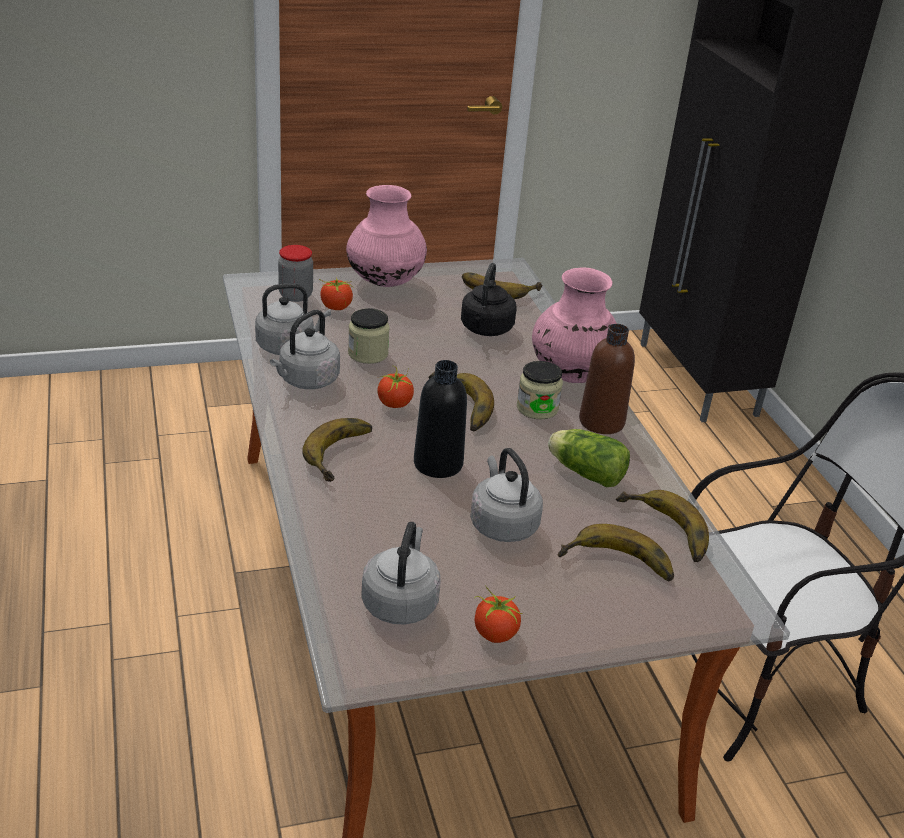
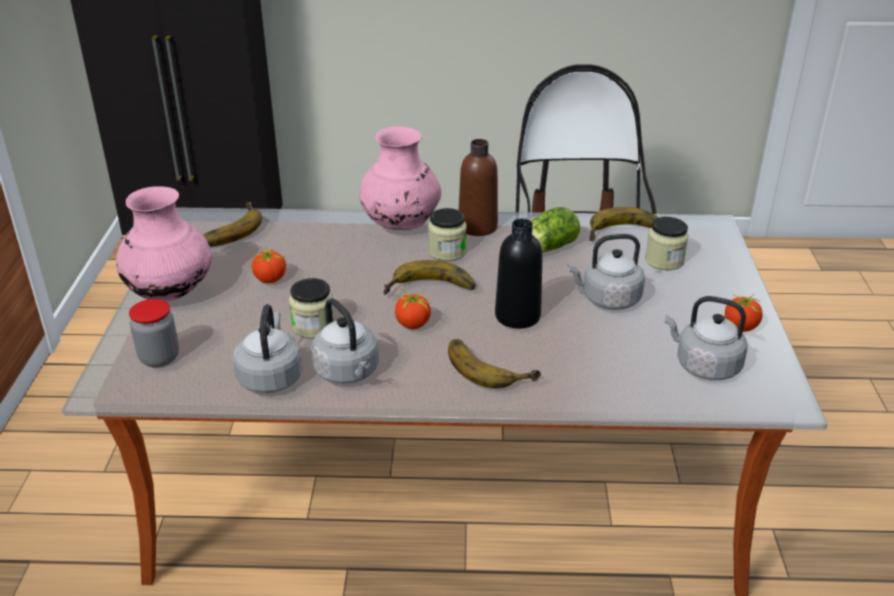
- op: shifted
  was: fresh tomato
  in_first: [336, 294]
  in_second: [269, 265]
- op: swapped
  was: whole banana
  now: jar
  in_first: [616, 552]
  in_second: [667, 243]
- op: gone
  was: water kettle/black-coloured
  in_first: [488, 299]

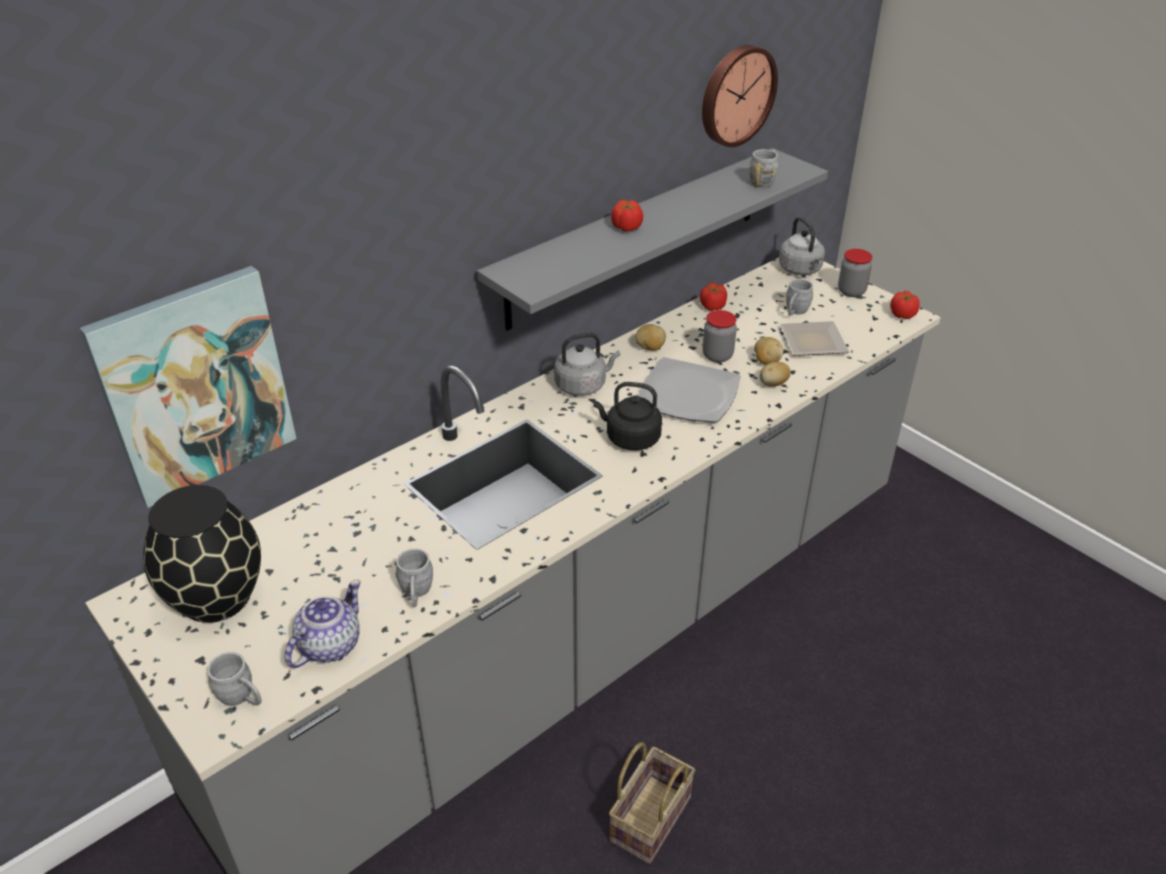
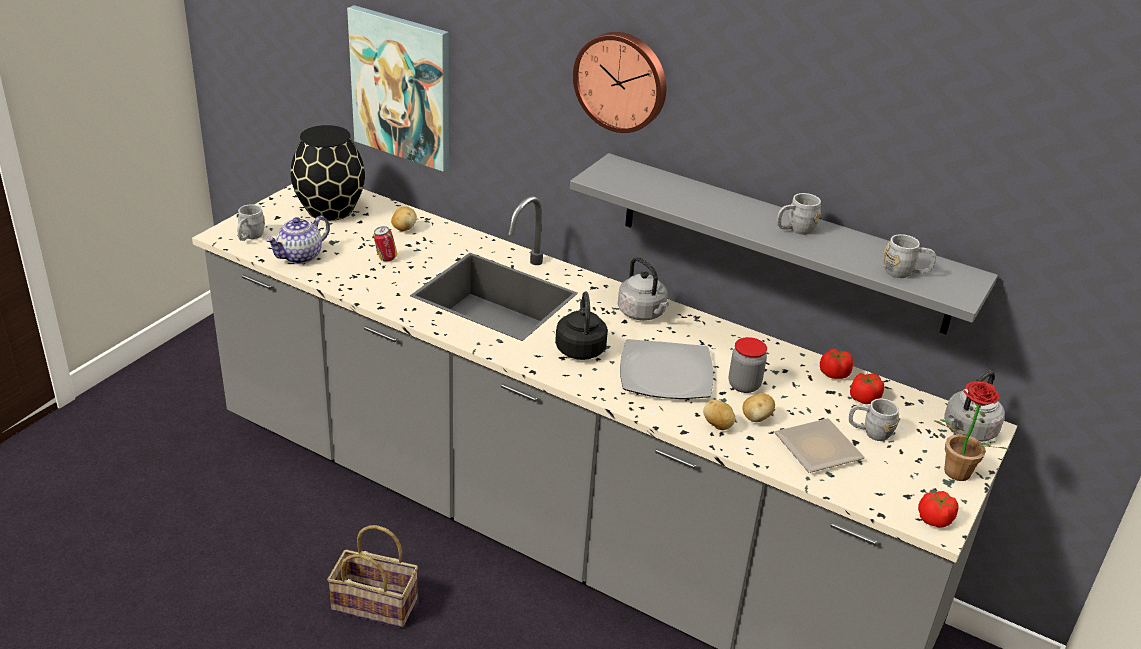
- op: rotated
  was: pot for tea
  in_first: [323, 624]
  in_second: [297, 240]
  clockwise: 120
- op: new
  now: sealed can
  in_second: [385, 244]
- op: shifted
  was: spud
  in_first: [650, 337]
  in_second: [404, 218]
- op: shifted
  was: clock on the wall
  in_first: [740, 96]
  in_second: [620, 82]
- op: shifted
  was: tea mug/gray
  in_first: [414, 577]
  in_second: [799, 214]
- op: shifted
  was: fresh tomato
  in_first: [627, 216]
  in_second: [867, 388]
- op: swapped
  was: jar
  now: plant in a pot
  in_first: [855, 273]
  in_second: [972, 431]

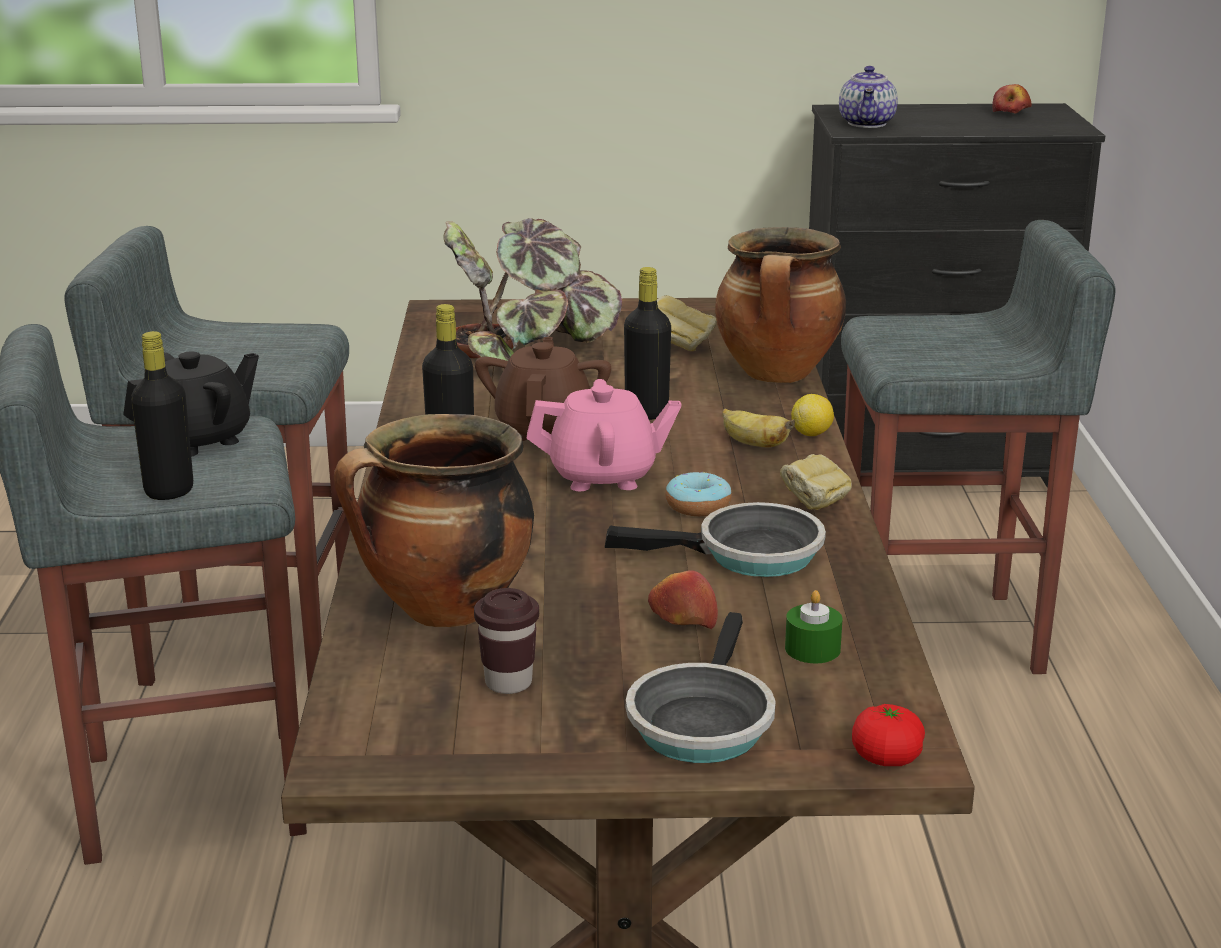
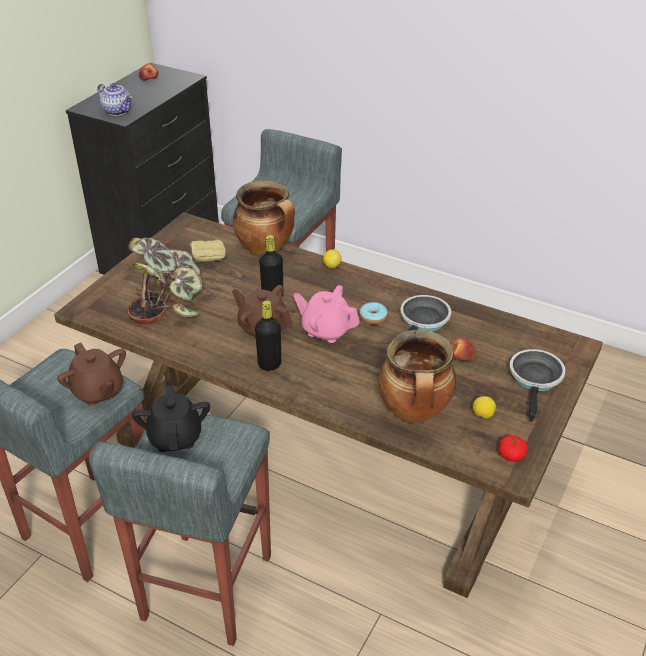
- op: new
  now: pot for tea/brown
  in_second: [91, 374]
- op: rotated
  was: pot for tea/pink-coloured
  in_first: [604, 435]
  in_second: [326, 314]
  clockwise: -90
- op: swapped
  was: small cup/brown
  now: lemon
  in_first: [506, 641]
  in_second: [484, 407]
- op: shifted
  was: fresh tomato
  in_first: [888, 735]
  in_second: [513, 448]
- op: rotated
  was: pan
  in_first: [701, 687]
  in_second: [537, 385]
  clockwise: -120
- op: gone
  was: bottle/black-coloured
  in_first: [162, 415]
- op: gone
  was: whole banana
  in_first: [758, 428]
- op: gone
  was: bread
  in_first: [816, 482]
- op: gone
  was: candle/green-coloured
  in_first: [813, 626]

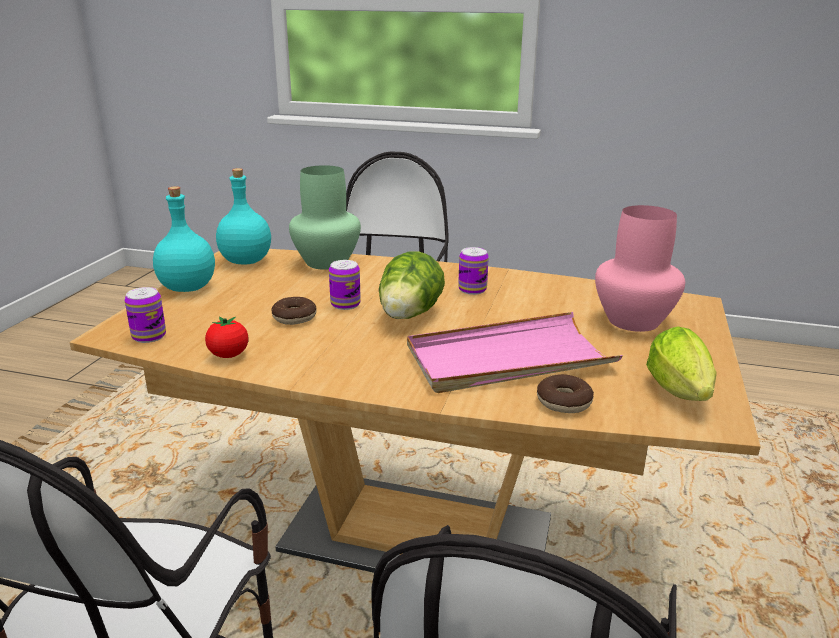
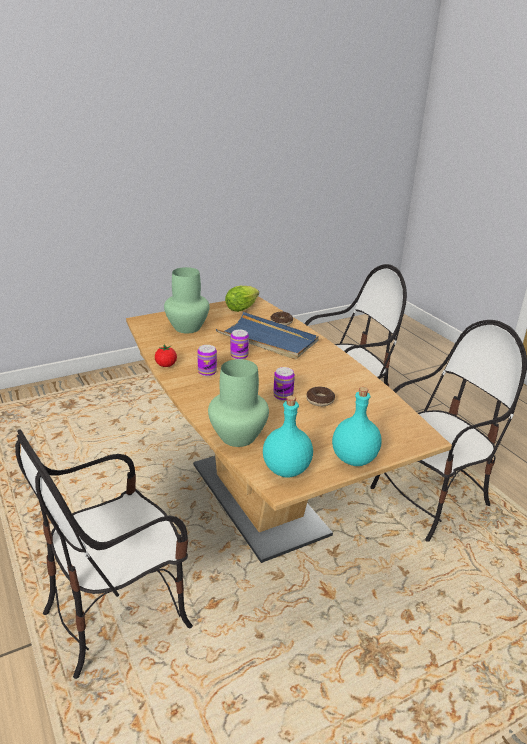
- op: shifted
  was: fresh tomato
  in_first: [227, 337]
  in_second: [166, 356]
- op: repainted
  was: flower vase/pink-coloured
  now: flower vase/green-coloured
  in_first: [640, 268]
  in_second: [186, 300]
- op: repainted
  was: carrying tray/pink-coloured
  now: carrying tray/blue-coloured
  in_first: [515, 352]
  in_second: [267, 336]
- op: shifted
  was: sealed can
  in_first: [145, 315]
  in_second: [239, 344]
- op: gone
  was: lettuce head
  in_first: [412, 285]

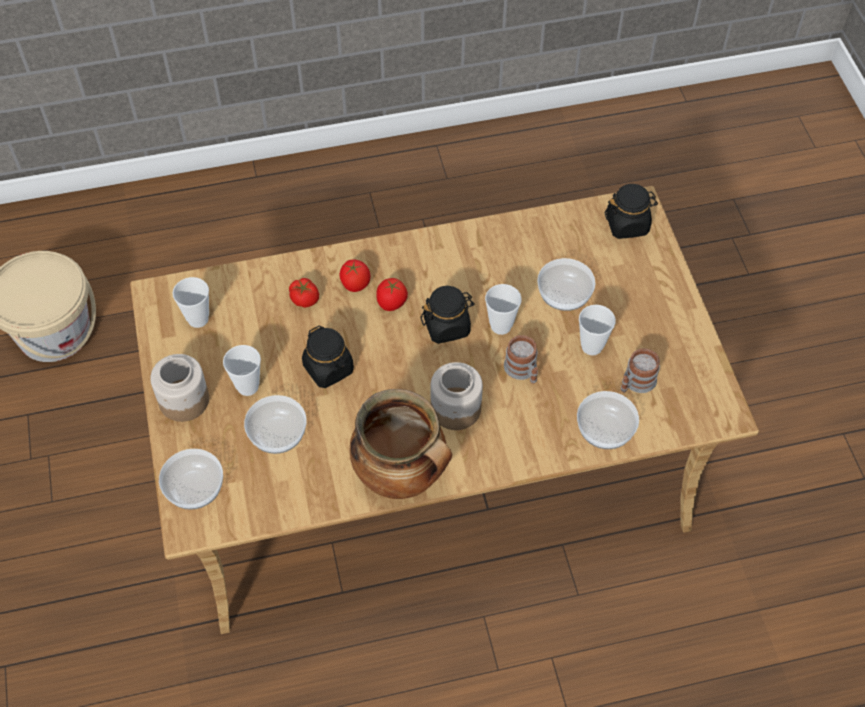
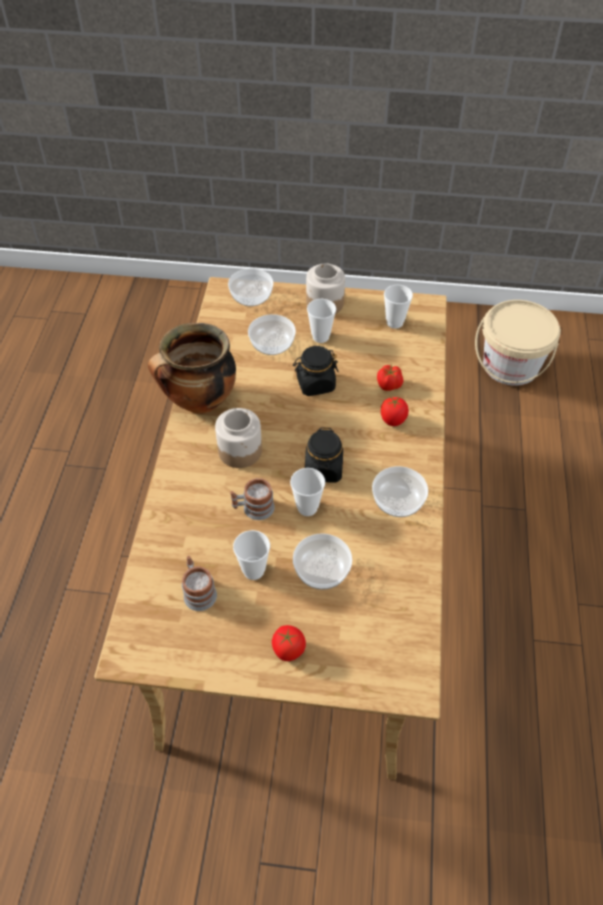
- op: shifted
  was: fresh tomato
  in_first: [392, 294]
  in_second: [289, 643]
- op: shifted
  was: deep dish
  in_first: [608, 420]
  in_second: [400, 491]
- op: gone
  was: jar/black-coloured
  in_first: [631, 211]

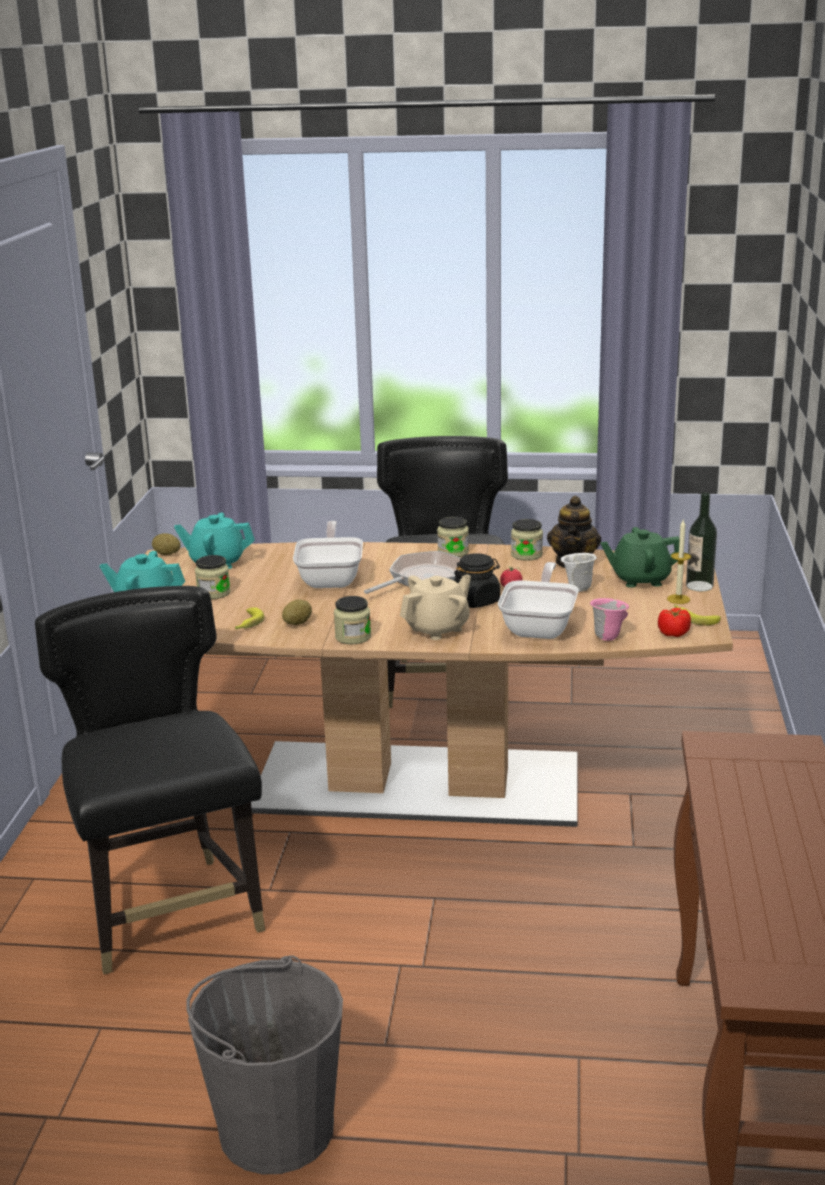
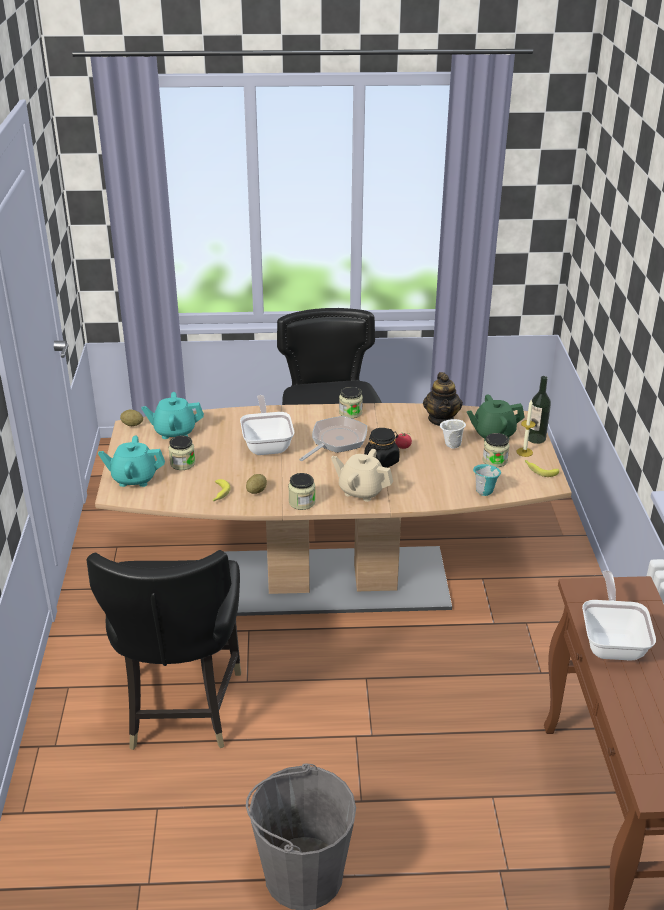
- op: rotated
  was: upright chair/black-coloured
  in_first: [150, 780]
  in_second: [163, 650]
  clockwise: -150
- op: rotated
  was: pot for tea/beige-coloured
  in_first: [435, 607]
  in_second: [362, 475]
  clockwise: -105
- op: repainted
  was: tea mug/pink-coloured
  now: tea mug/turquoise-coloured
  in_first: [609, 619]
  in_second: [487, 480]
- op: shifted
  was: jar
  in_first: [527, 540]
  in_second: [496, 450]
- op: shifted
  was: pan
  in_first: [538, 600]
  in_second: [619, 615]
- op: gone
  was: fresh tomato
  in_first: [674, 622]

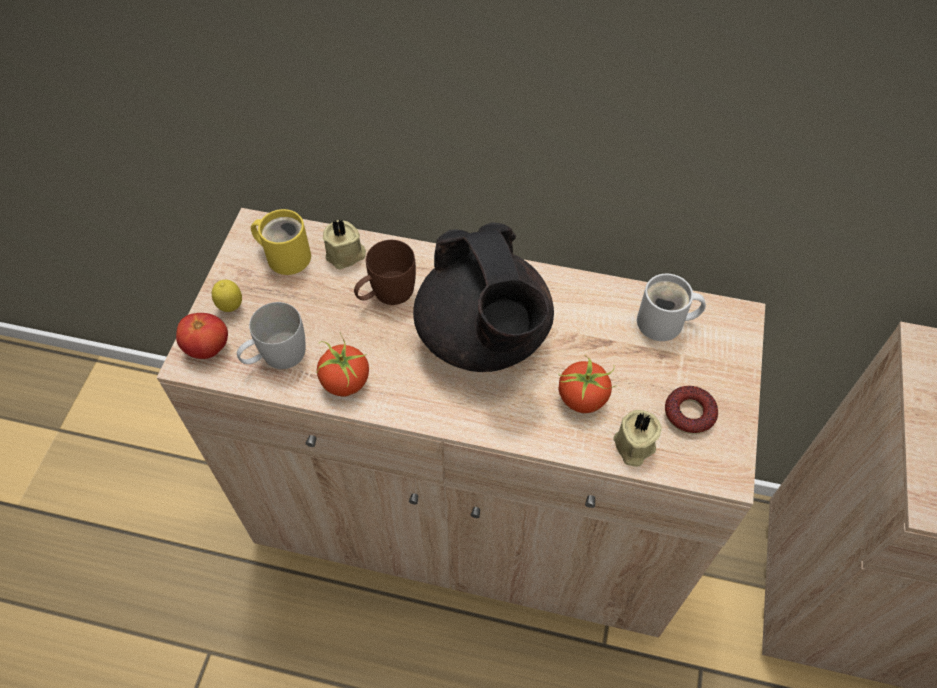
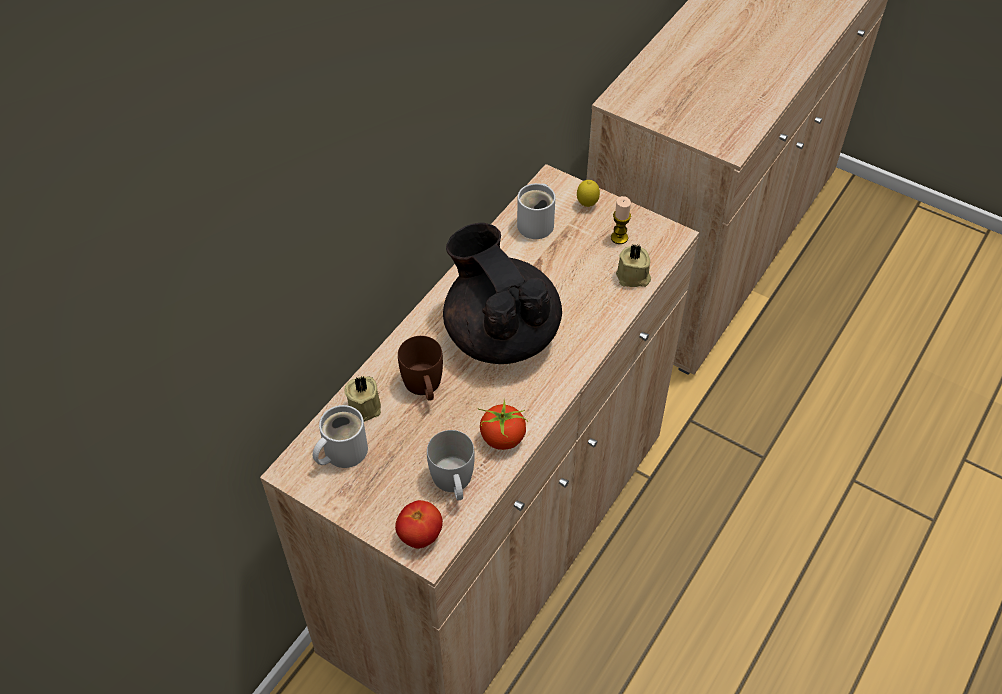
- op: repainted
  was: tea mug/yellowish
  now: tea mug/white-coloured
  in_first: [281, 242]
  in_second: [340, 436]
- op: rotated
  was: pot for tea/black-coloured
  in_first: [483, 297]
  in_second: [502, 293]
  clockwise: -120
- op: shifted
  was: lemon
  in_first: [227, 296]
  in_second: [588, 193]
- op: swapped
  was: doughnut
  now: candle
  in_first: [691, 410]
  in_second: [621, 220]
- op: gone
  was: fresh tomato
  in_first: [587, 383]

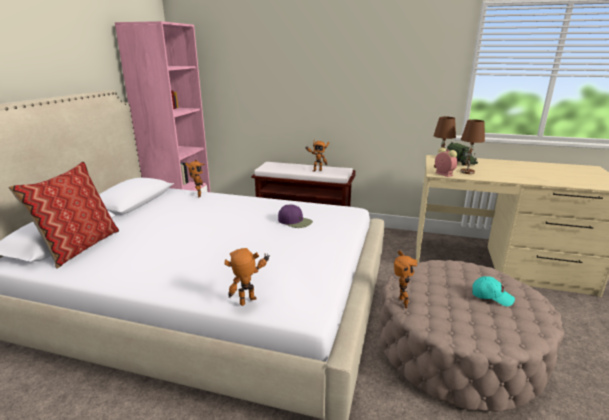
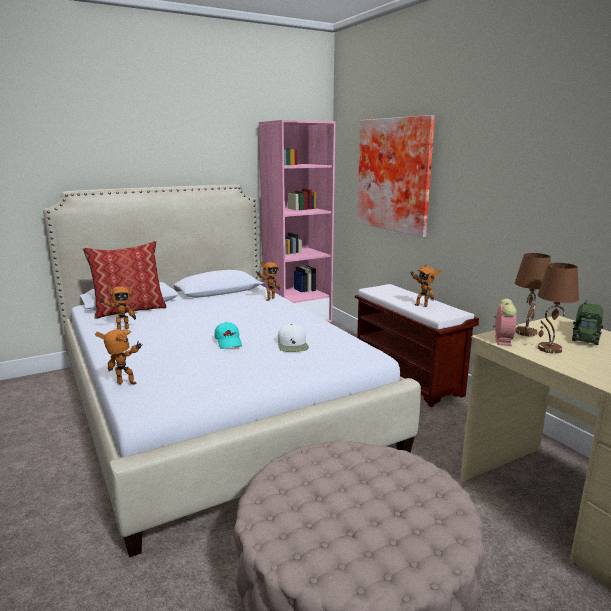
- op: shifted
  was: robot figure
  in_first: [405, 279]
  in_second: [117, 307]
- op: shifted
  was: cap/turquoise-coloured
  in_first: [493, 291]
  in_second: [228, 335]
- op: repainted
  was: cap/purplish
  now: cap/white-coloured
  in_first: [295, 216]
  in_second: [293, 338]
- op: new
  now: wall art
  in_second: [396, 176]

